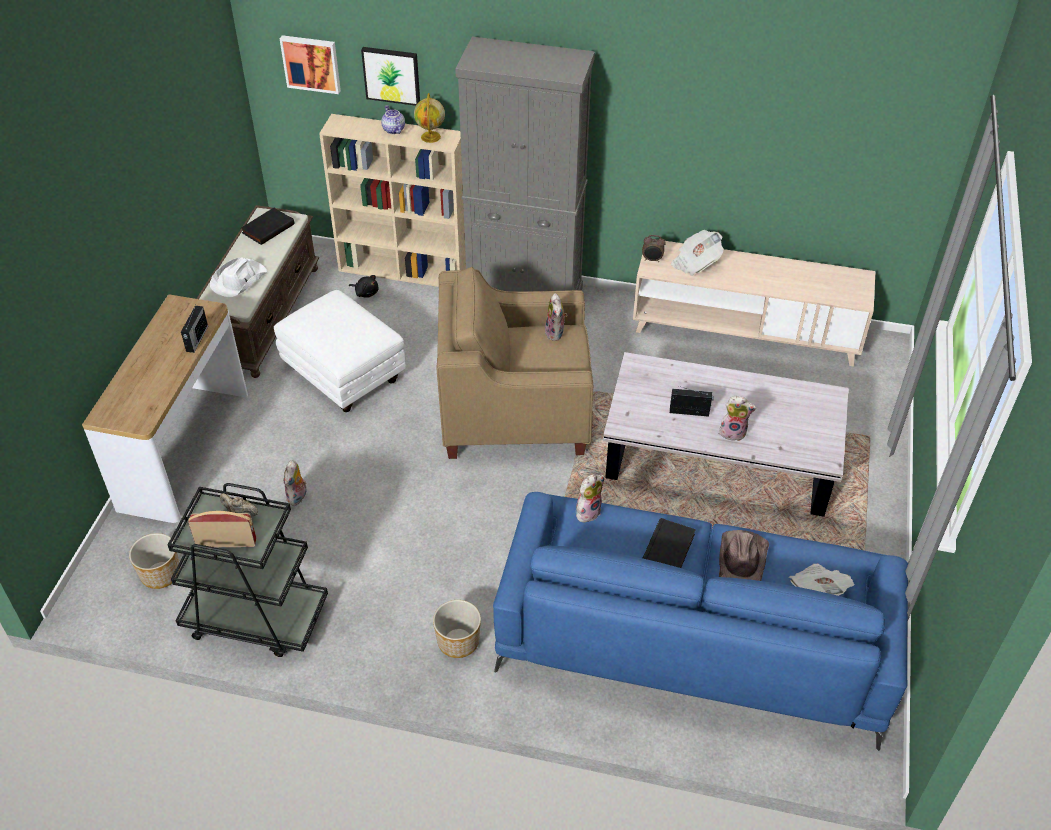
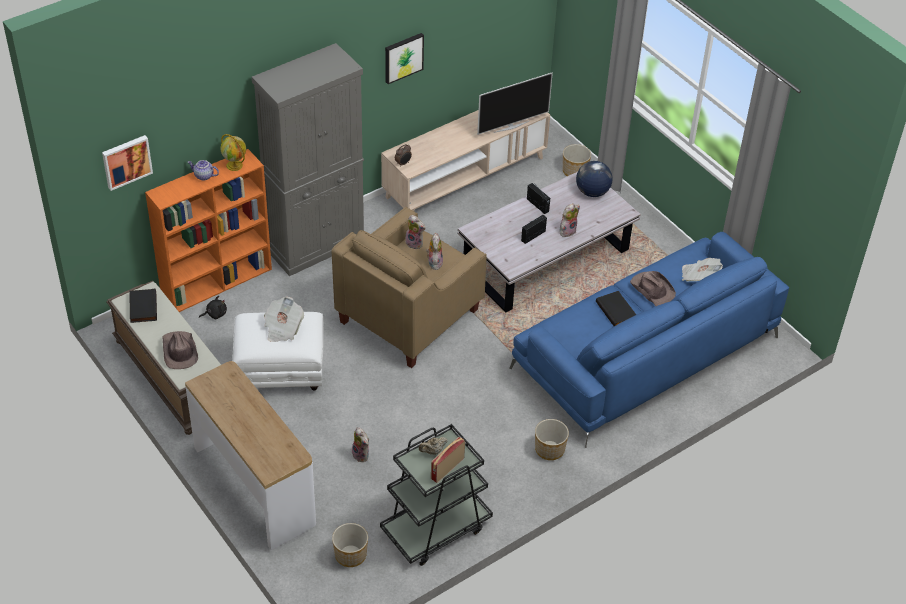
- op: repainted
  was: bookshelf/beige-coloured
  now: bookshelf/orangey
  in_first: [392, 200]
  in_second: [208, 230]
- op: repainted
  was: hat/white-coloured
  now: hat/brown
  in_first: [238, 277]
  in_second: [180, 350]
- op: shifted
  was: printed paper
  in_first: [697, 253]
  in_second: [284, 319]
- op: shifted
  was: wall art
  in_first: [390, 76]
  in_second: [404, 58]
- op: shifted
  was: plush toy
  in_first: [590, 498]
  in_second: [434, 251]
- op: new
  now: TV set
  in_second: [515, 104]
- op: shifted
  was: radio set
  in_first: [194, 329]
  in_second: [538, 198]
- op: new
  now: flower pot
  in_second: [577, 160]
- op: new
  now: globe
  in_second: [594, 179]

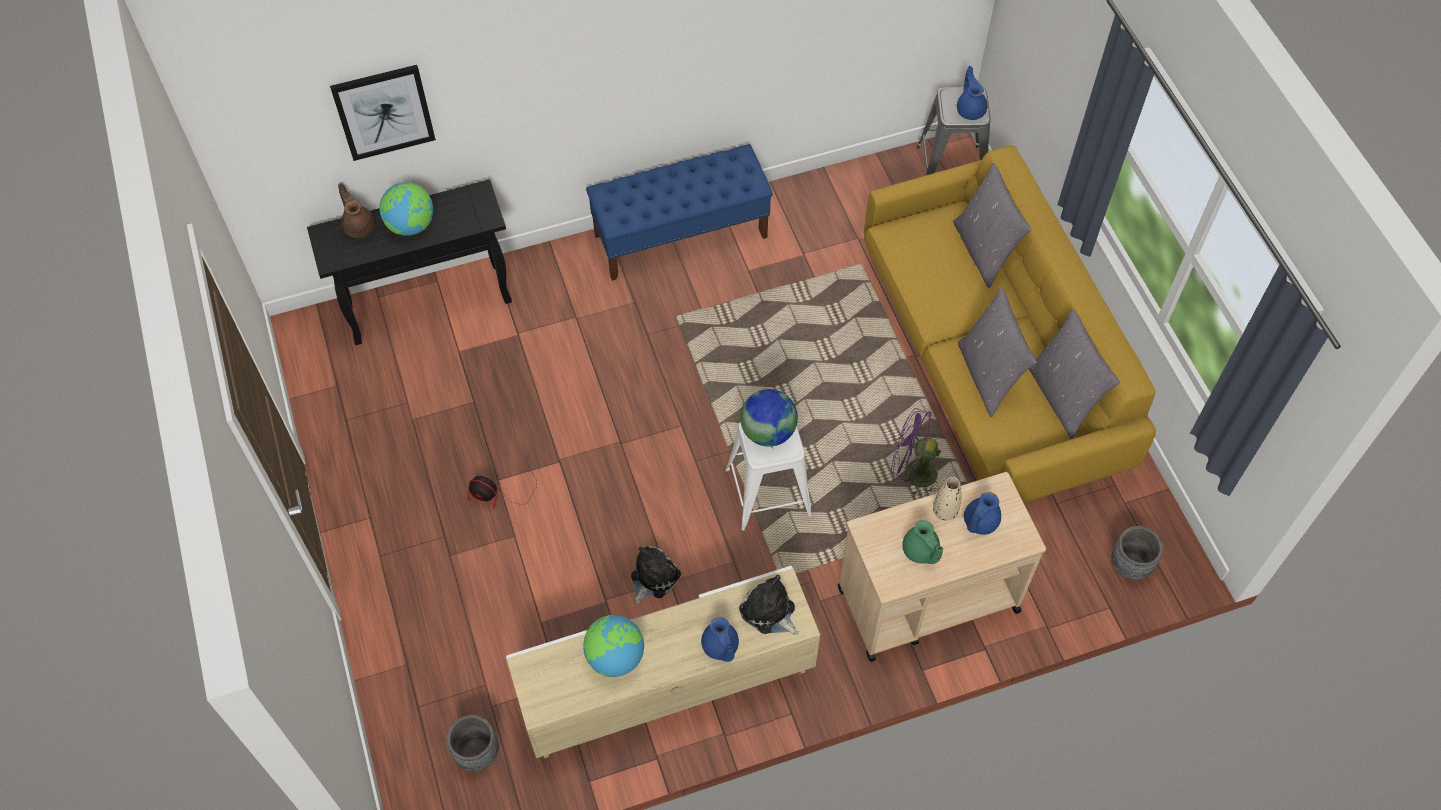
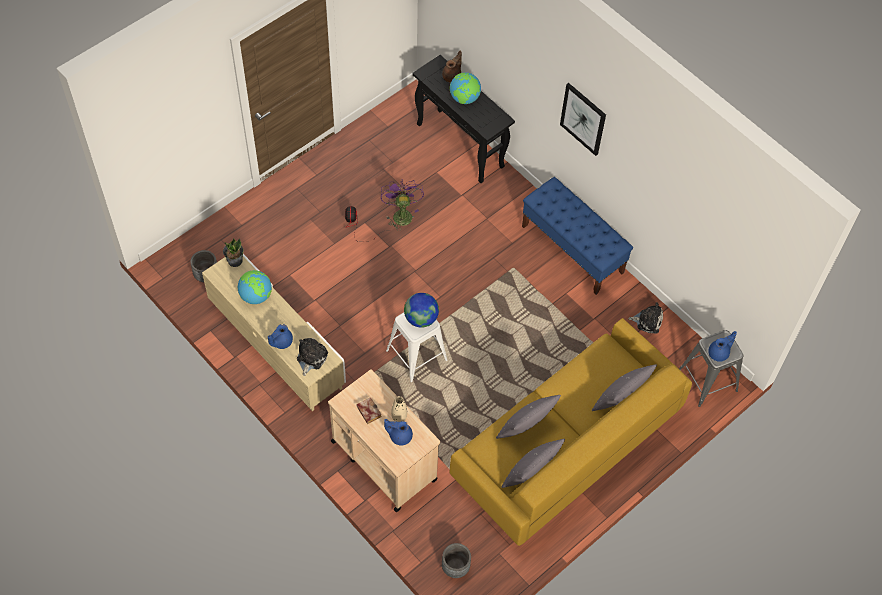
- op: new
  now: plant in a pot
  in_second: [233, 253]
- op: swapped
  was: pot for tea/green-coloured
  now: volume
  in_first: [922, 542]
  in_second: [369, 410]
- op: shifted
  was: fan/purplish
  in_first: [916, 452]
  in_second: [402, 205]
- op: shifted
  was: wall art
  in_first: [383, 113]
  in_second: [583, 119]
- op: shifted
  was: plush toy
  in_first: [656, 575]
  in_second: [645, 318]

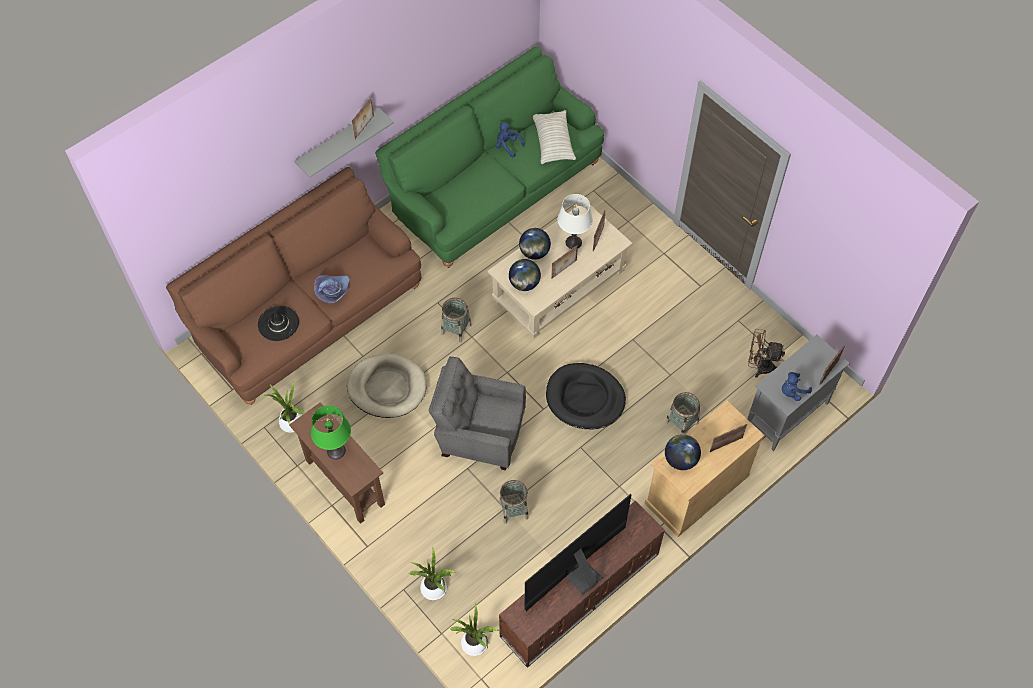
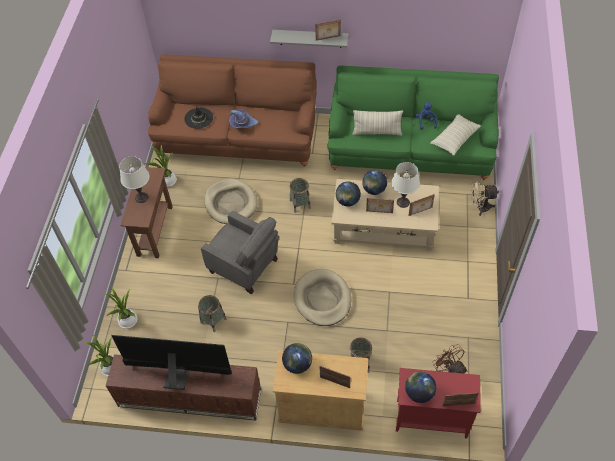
- op: repainted
  was: lamp for a table/green-coloured
  now: lamp for a table/white-coloured
  in_first: [331, 432]
  in_second: [134, 179]
- op: rotated
  was: easy chair/gray
  in_first: [477, 413]
  in_second: [240, 252]
  clockwise: 150
- op: repainted
  was: dog cushion/black-coloured
  now: dog cushion/beige-coloured
  in_first: [586, 396]
  in_second: [322, 297]
- op: new
  now: pillow
  in_second: [377, 123]
- op: repainted
  was: cupboard/gray
  now: cupboard/reddish
  in_first: [798, 393]
  in_second: [438, 403]
- op: swapped
  was: plush toy/blue-coloured
  now: globe
  in_first: [797, 386]
  in_second: [420, 387]
- op: new
  now: fan/beige-coloured
  in_second: [485, 197]

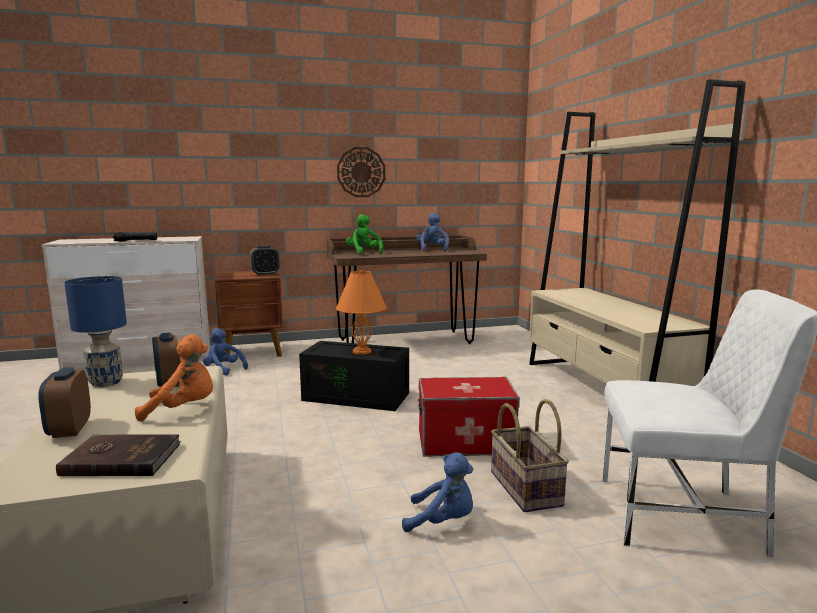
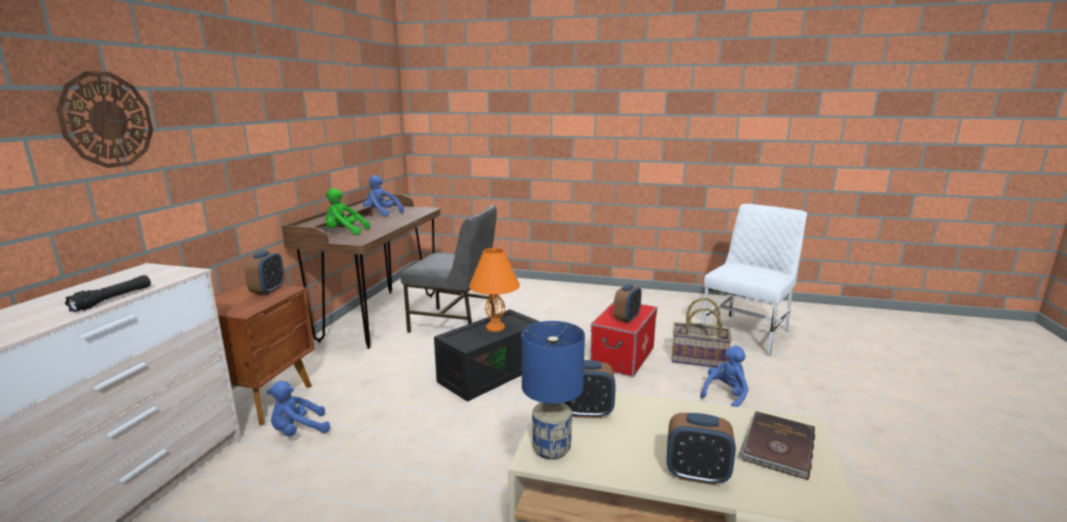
- op: shifted
  was: clock on the wall
  in_first: [361, 172]
  in_second: [104, 119]
- op: new
  now: upright chair/gray
  in_second: [449, 269]
- op: new
  now: alarm clock
  in_second: [628, 303]
- op: gone
  was: plush toy/orangey
  in_first: [174, 378]
- op: gone
  was: bookshelf/beige-coloured
  in_first: [637, 232]

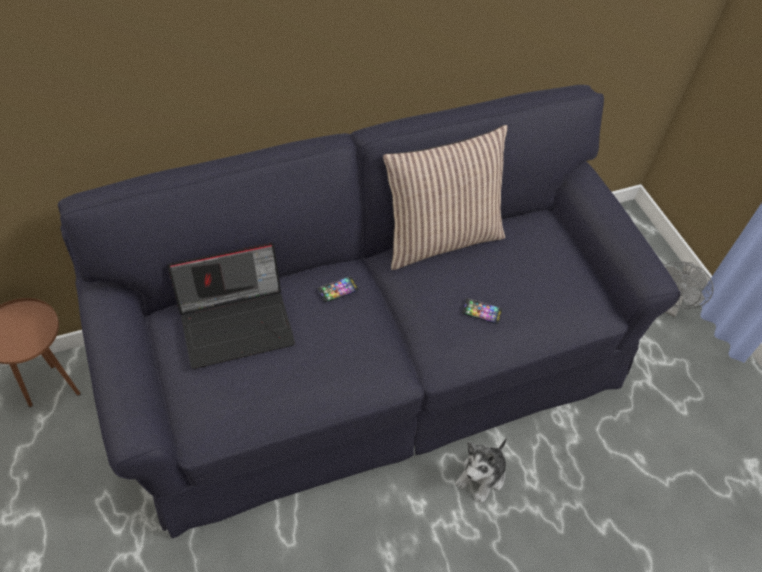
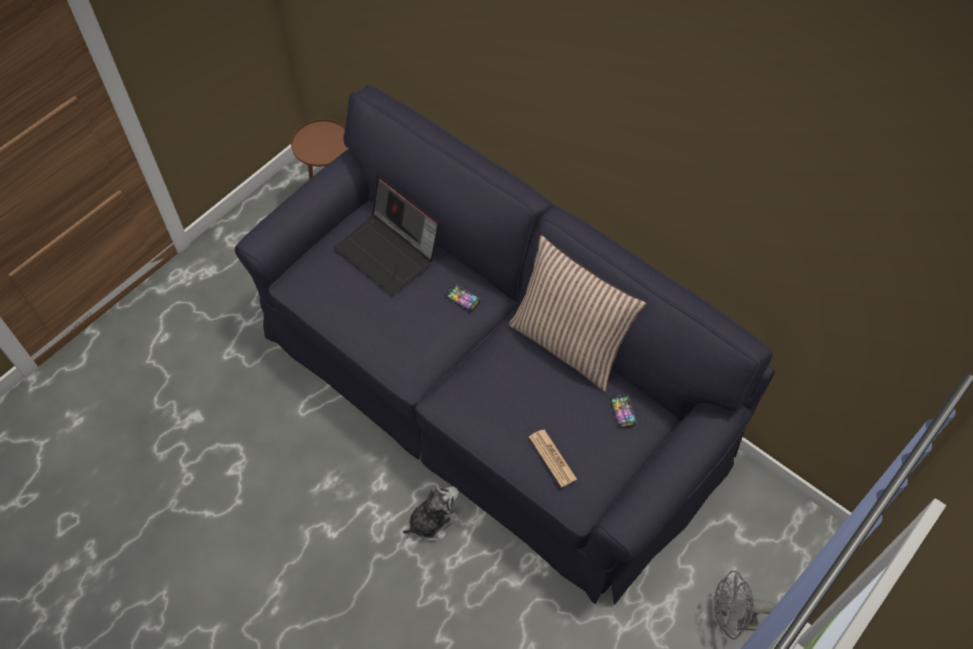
- op: rotated
  was: plush toy
  in_first: [481, 470]
  in_second: [431, 514]
  clockwise: 135
- op: new
  now: printed paper
  in_second: [553, 458]
- op: shifted
  was: phone
  in_first: [482, 311]
  in_second: [623, 410]

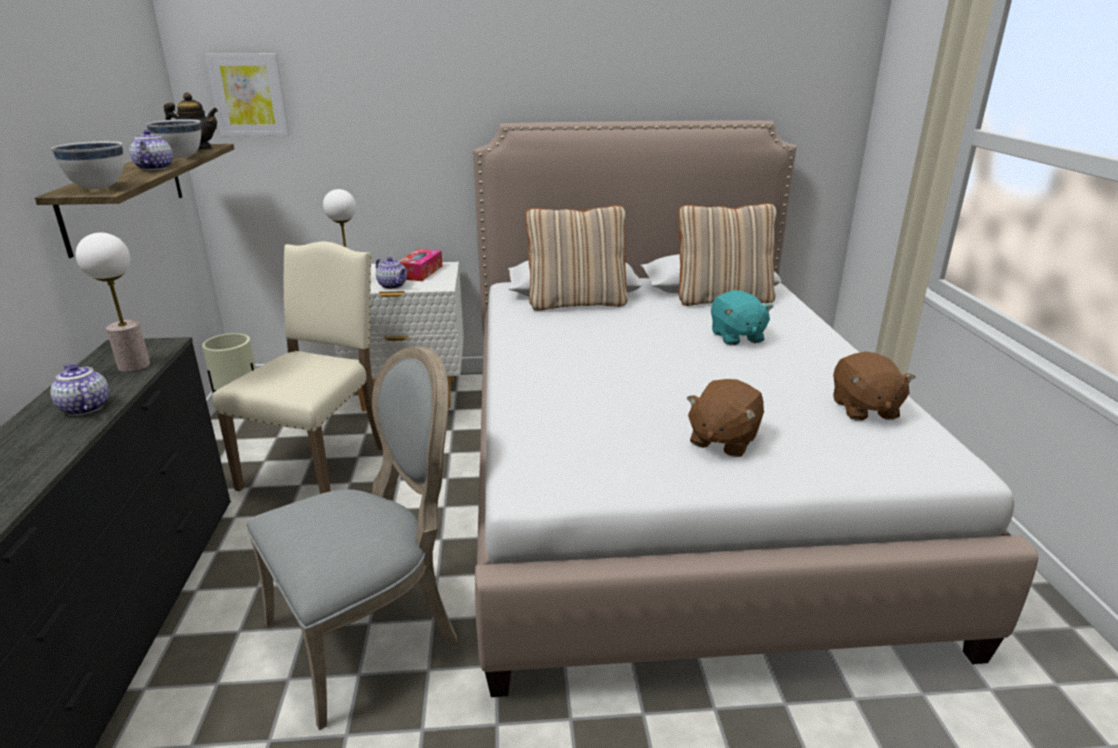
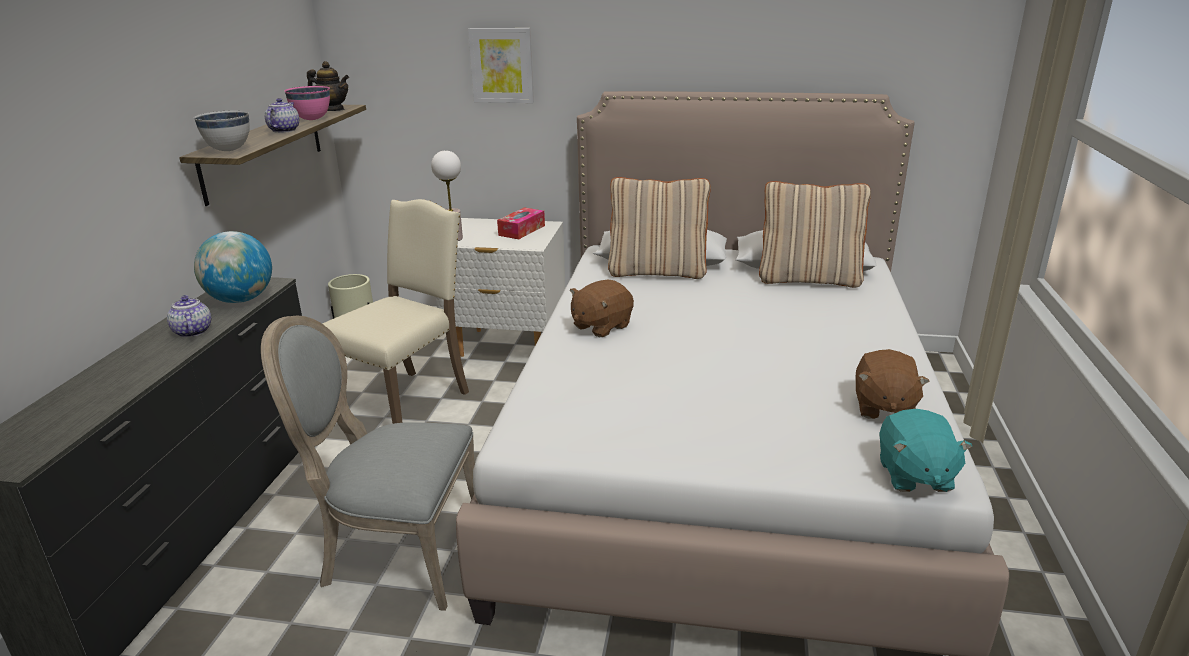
- op: swapped
  was: lamp for a table
  now: globe
  in_first: [113, 302]
  in_second: [233, 267]
- op: rotated
  was: upright chair/gray
  in_first: [352, 538]
  in_second: [368, 463]
  clockwise: -150
- op: repainted
  was: deep dish/white-coloured
  now: deep dish/pink-coloured
  in_first: [173, 138]
  in_second: [307, 103]
- op: shifted
  was: wall art
  in_first: [247, 94]
  in_second: [501, 65]
- op: shifted
  was: plush toy/brown
  in_first: [725, 418]
  in_second: [602, 308]
- op: shifted
  was: plush toy/turquoise-coloured
  in_first: [742, 317]
  in_second: [926, 450]
- op: gone
  was: pot for tea
  in_first: [391, 273]

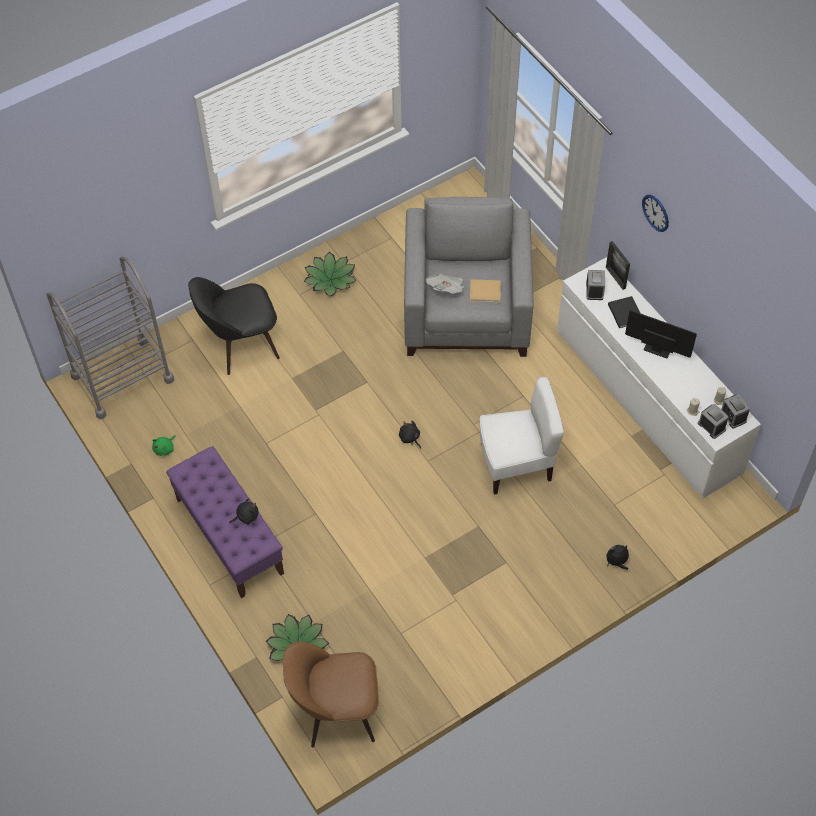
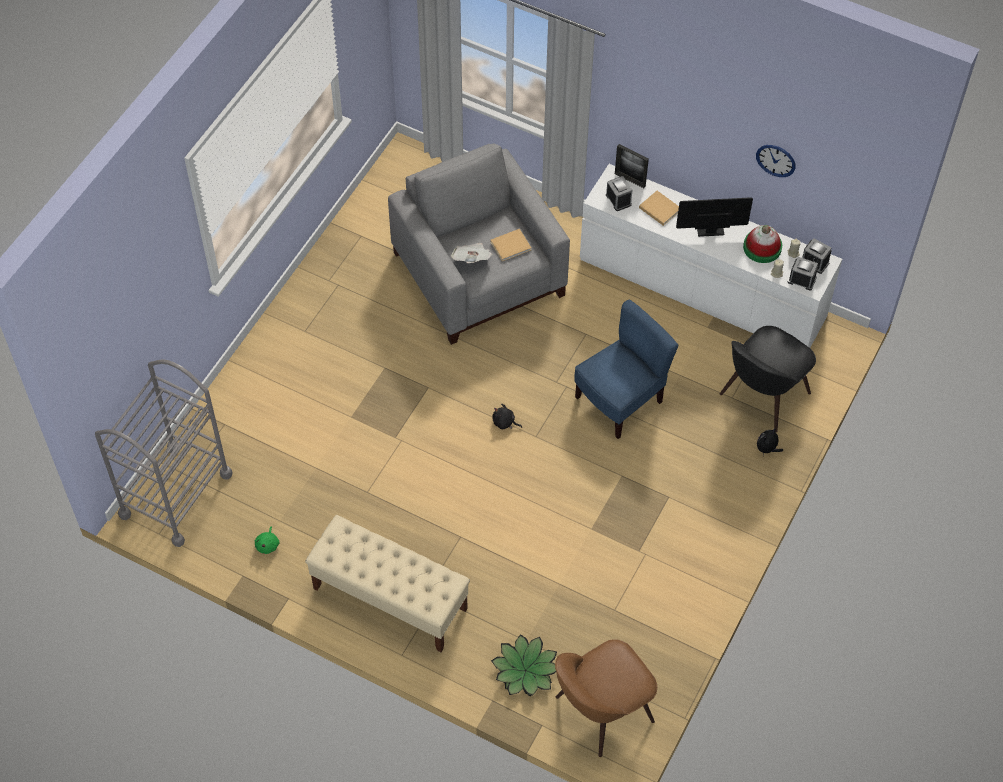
- op: repainted
  was: indoor bench/purplish
  now: indoor bench/beige-coloured
  in_first: [225, 522]
  in_second: [387, 583]
- op: repainted
  was: upright chair/white-coloured
  now: upright chair/blue-coloured
  in_first: [522, 435]
  in_second: [626, 369]
- op: repainted
  was: volume/black-coloured
  now: volume/beige-coloured
  in_first: [624, 312]
  in_second: [659, 208]
- op: shifted
  was: upright chair/black-coloured
  in_first: [234, 326]
  in_second: [768, 379]
- op: new
  now: hat
  in_second: [762, 244]
- op: shifted
  was: clock on the wall
  in_first: [655, 213]
  in_second: [776, 161]
- op: gone
  was: plush toy/black-coloured
  in_first: [244, 511]
- op: gone
  was: plant in a pot
  in_first: [330, 274]

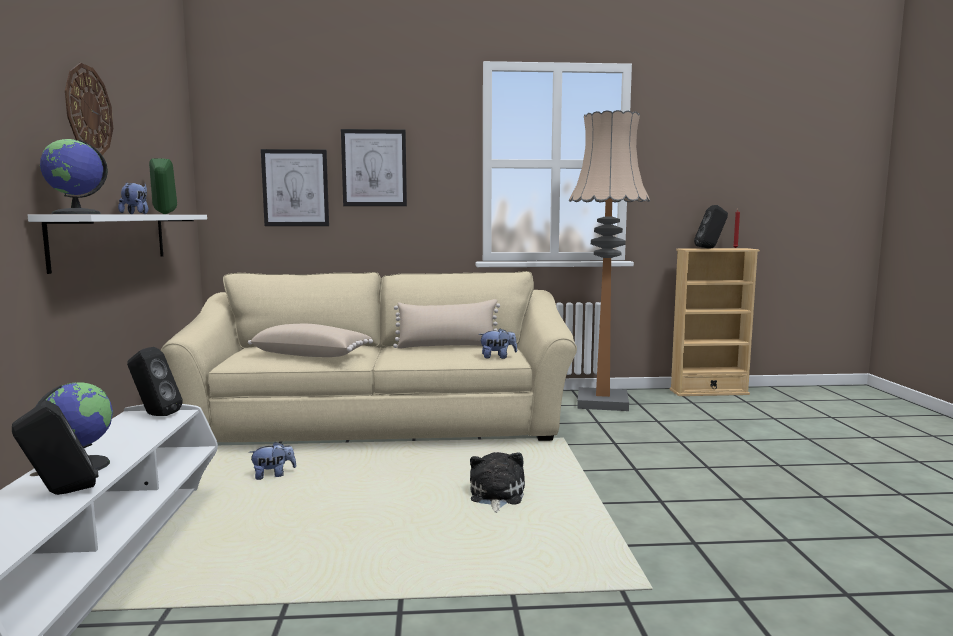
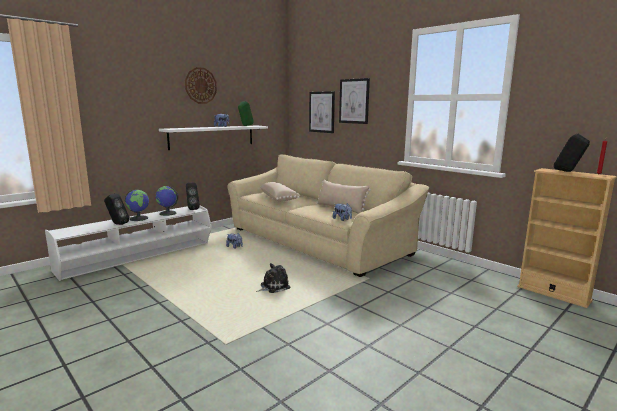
- op: shifted
  was: globe
  in_first: [74, 176]
  in_second: [167, 201]
- op: gone
  was: floor lamp
  in_first: [609, 260]

